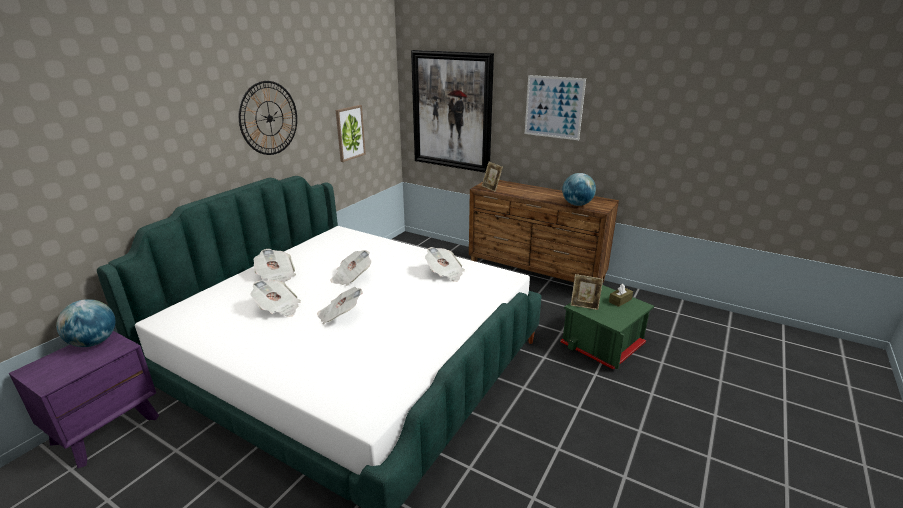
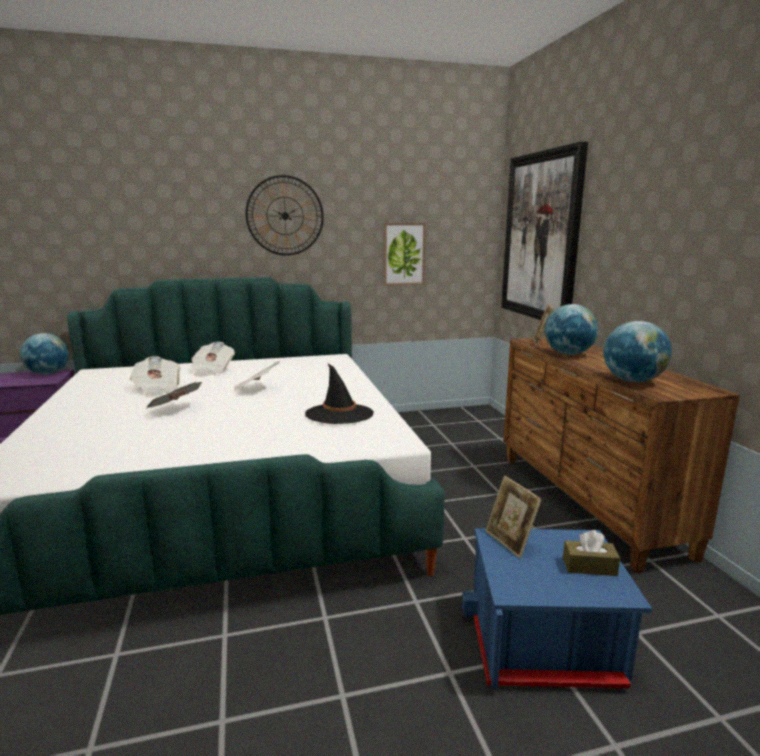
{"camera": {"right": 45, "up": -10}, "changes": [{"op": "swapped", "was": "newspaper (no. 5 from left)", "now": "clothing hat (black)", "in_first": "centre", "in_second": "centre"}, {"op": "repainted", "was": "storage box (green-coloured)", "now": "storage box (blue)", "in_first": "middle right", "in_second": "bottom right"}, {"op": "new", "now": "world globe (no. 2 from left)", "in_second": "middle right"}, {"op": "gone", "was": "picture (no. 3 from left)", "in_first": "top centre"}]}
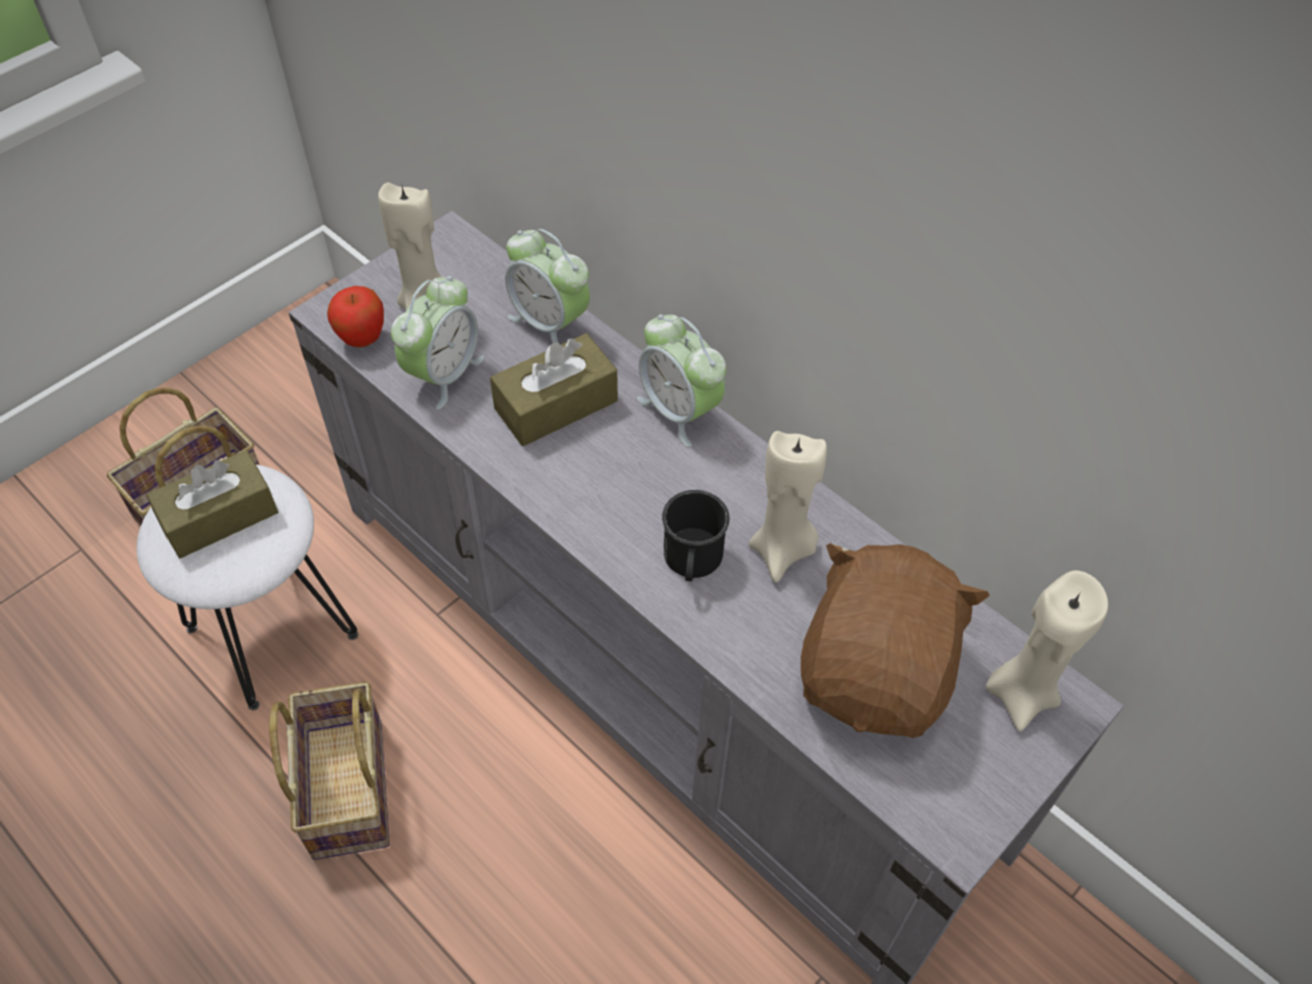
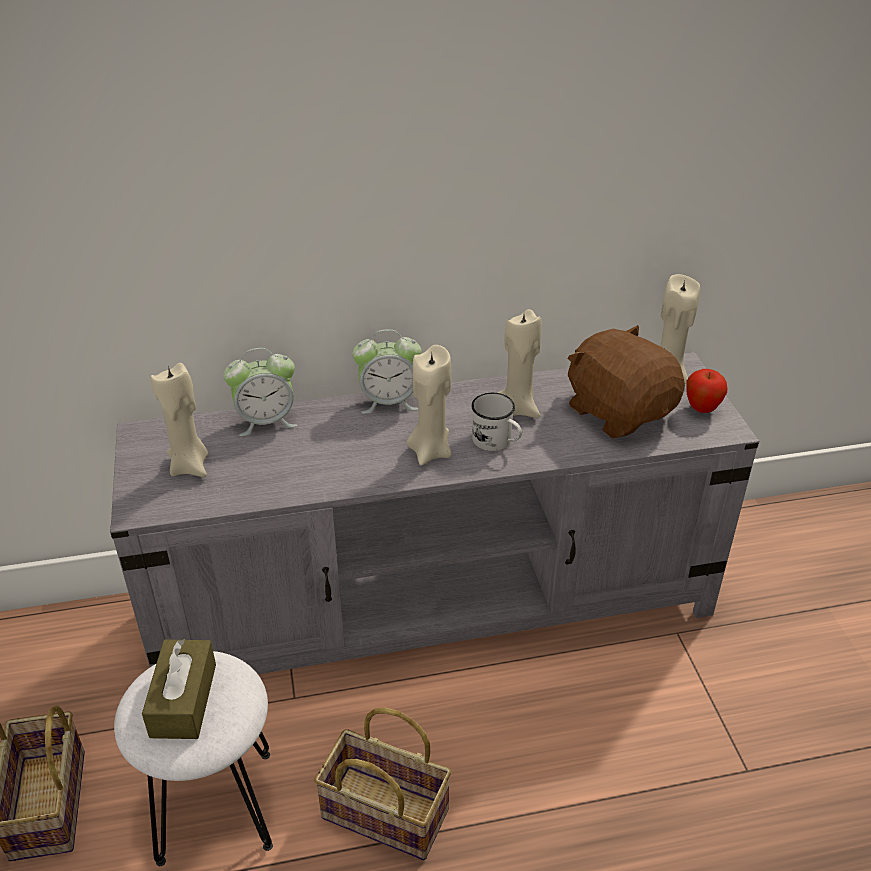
{"camera": {"right": -55, "up": -15}, "changes": [{"op": "new", "now": "candle (beige-coloured) (no. 2 from left)", "in_second": "centre"}, {"op": "repainted", "was": "mug (black)", "now": "mug (whitish)", "in_first": "centre", "in_second": "centre"}, {"op": "shifted", "was": "apple fruit", "in_first": "top left", "in_second": "middle right"}, {"op": "gone", "was": "bedside clock (no. 1 from left)", "in_first": "middle left"}, {"op": "gone", "was": "tissue holder (brownish) (no. 2 from left)", "in_first": "centre"}]}
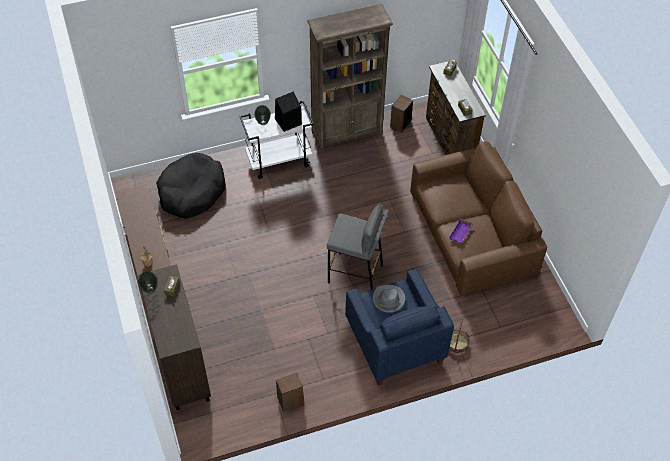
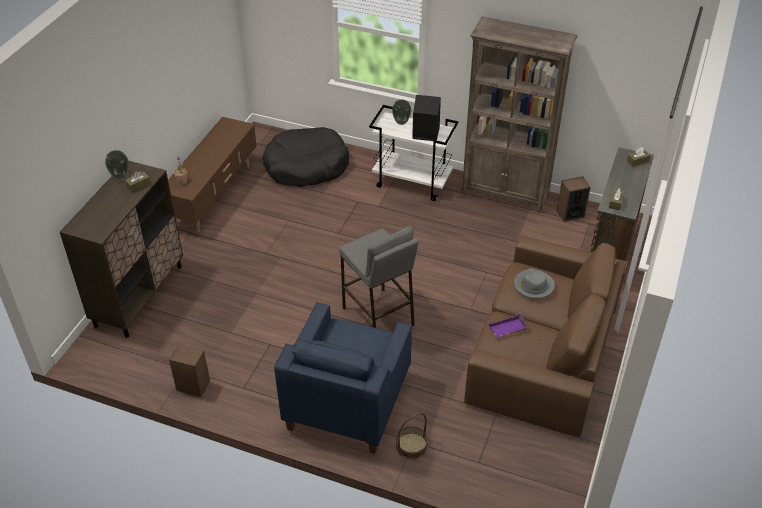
{"camera": {"right": 40, "up": -10}, "changes": [{"op": "shifted", "was": "clothing hat (grey)", "in_first": "centre", "in_second": "middle right"}]}
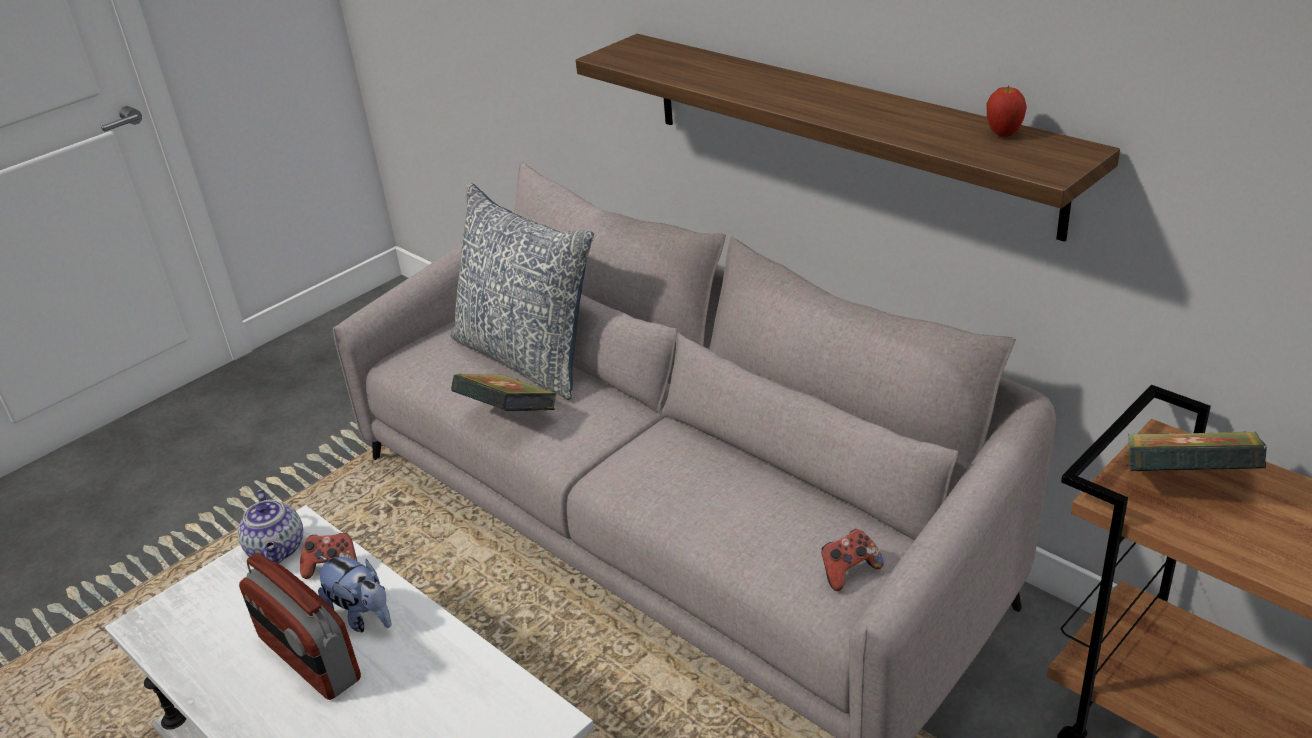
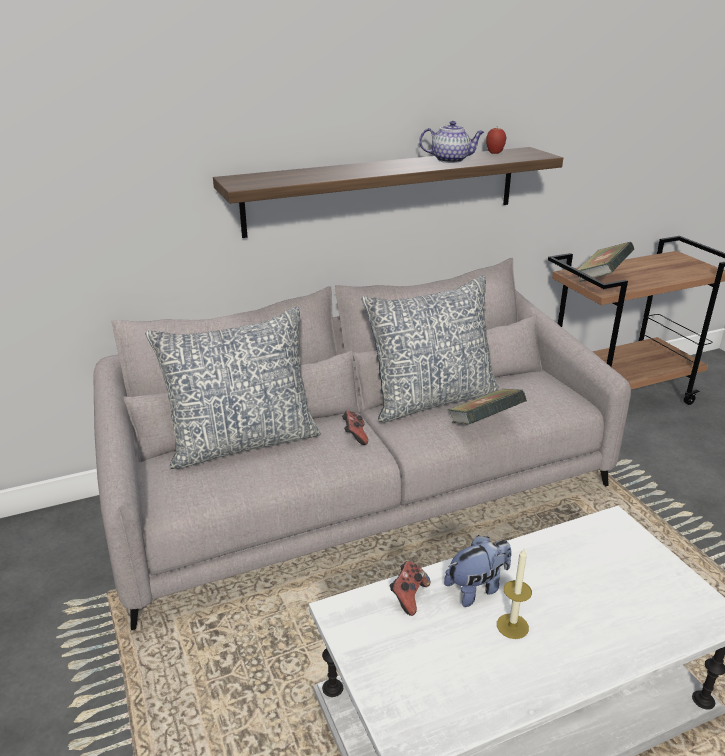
{"camera": {"right": -70, "up": -5}, "changes": [{"op": "shifted", "was": "game controller (no. 2 from left in the first image)", "now": "game controller (no. 1 from left)", "in_first": "bottom centre", "in_second": "centre"}, {"op": "new", "now": "pillow (no. 2 from left)", "in_second": "centre"}, {"op": "shifted", "was": "tea pot", "in_first": "bottom left", "in_second": "top centre"}, {"op": "shifted", "was": "bound book (no. 1 from left)", "in_first": "centre", "in_second": "middle right"}, {"op": "swapped", "was": "radio receiver", "now": "candle", "in_first": "bottom left", "in_second": "bottom right"}]}
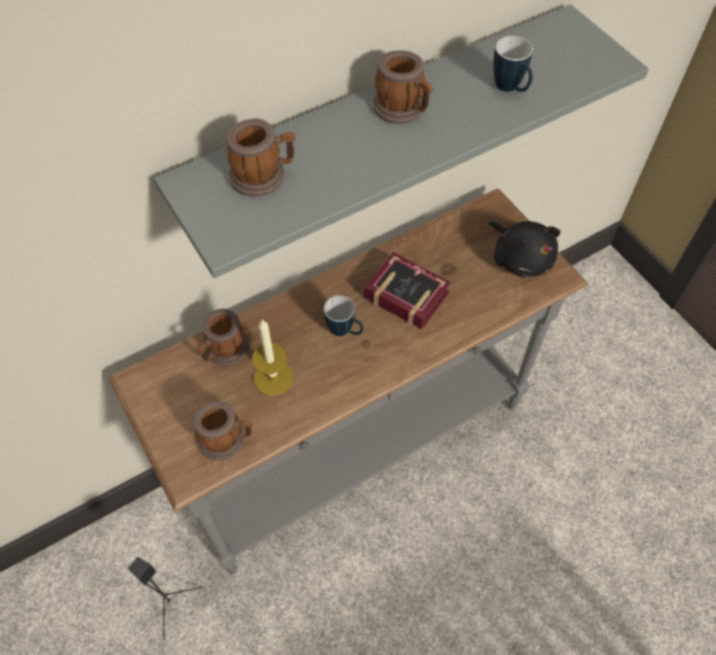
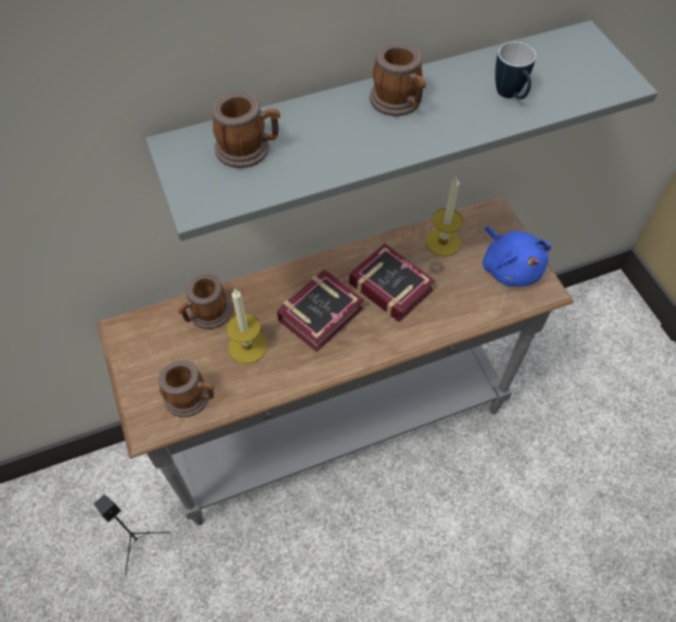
{"camera": {"right": 10, "up": 0}, "changes": [{"op": "swapped", "was": "mug (no. 4 from left)", "now": "bound book (no. 1 from left)", "in_first": "centre", "in_second": "centre"}, {"op": "new", "now": "candle (no. 2 from left)", "in_second": "centre"}, {"op": "repainted", "was": "soft toy (black)", "now": "soft toy (blue)", "in_first": "middle right", "in_second": "middle right"}]}
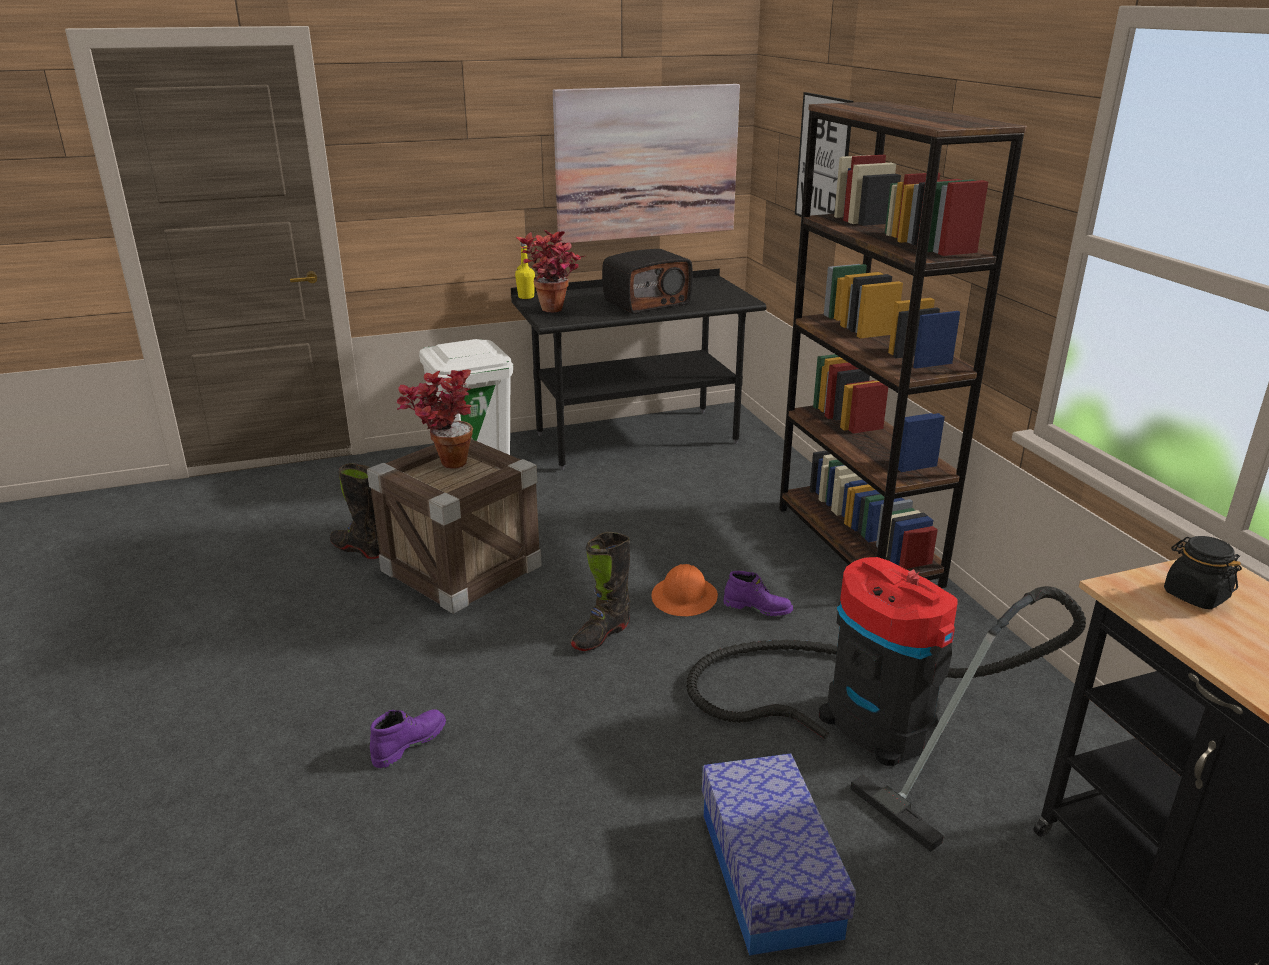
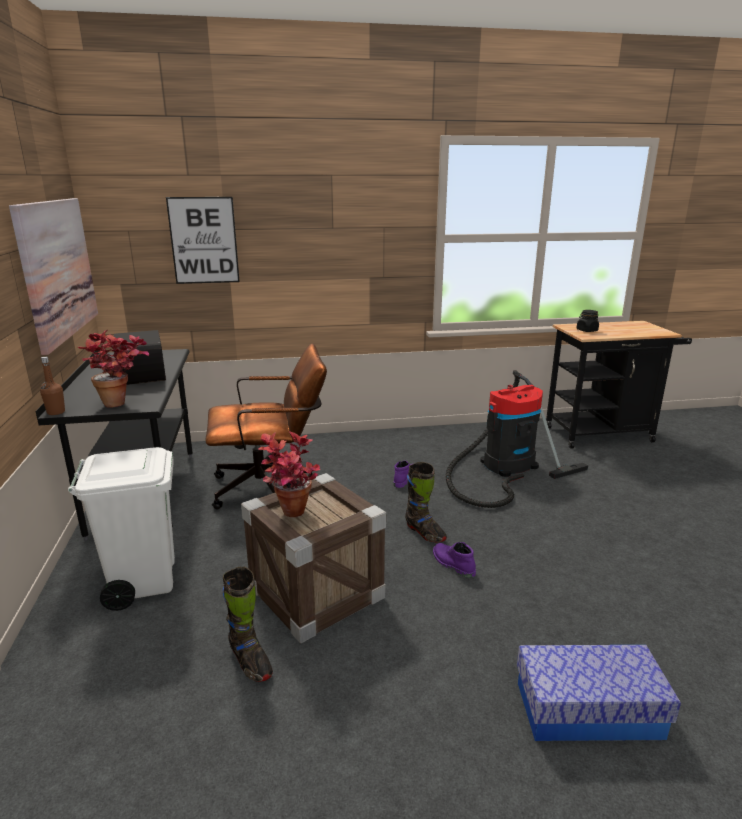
{"camera": {"right": -80, "up": -5}, "changes": [{"op": "repainted", "was": "beverage bottle (yellowish)", "now": "beverage bottle (brownish)", "in_first": "top centre", "in_second": "middle left"}, {"op": "new", "now": "office chair (brownish)", "in_second": "centre"}, {"op": "rotated", "was": "high-top boot (black) (no. 1 from left)", "in_first": "middle left", "in_second": "bottom left", "clockwise": -75}, {"op": "shifted", "was": "high-top boot (purplish) (no. 1 from left in the first image)", "now": "high-top boot (purplish) (no. 2 from left)", "in_first": "bottom left", "in_second": "bottom centre"}, {"op": "shifted", "was": "storage box", "in_first": "bottom centre", "in_second": "bottom right"}, {"op": "gone", "was": "safety helmet (orange-coloured)", "in_first": "centre"}, {"op": "gone", "was": "bookshelf (brownish)", "in_first": "middle right"}]}
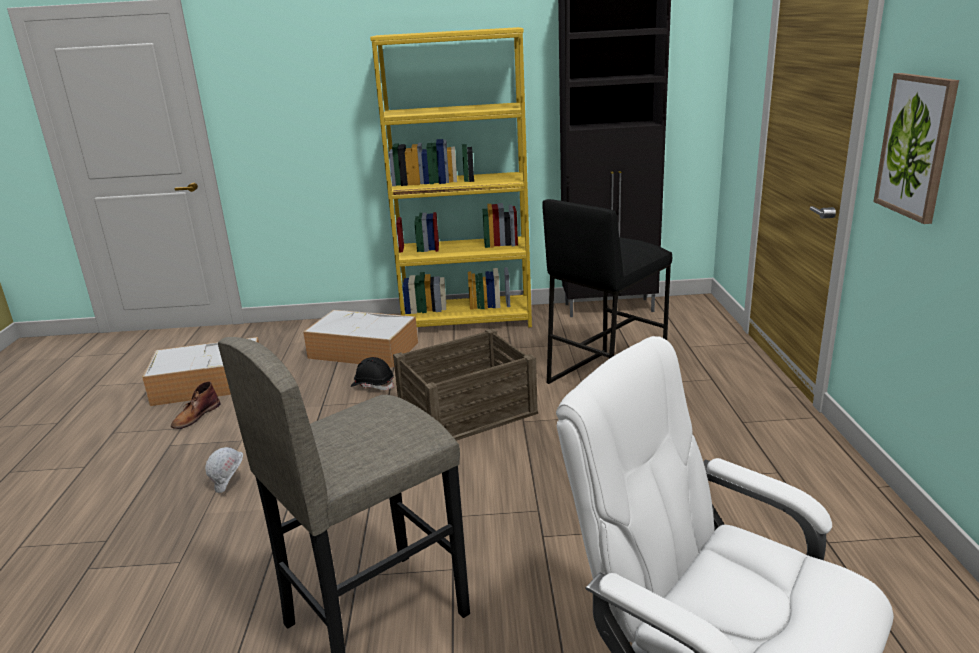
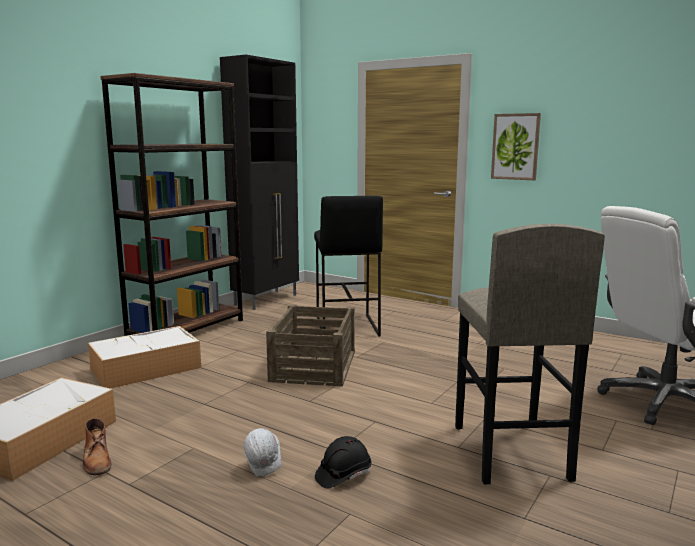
{"camera": {"right": -55, "up": -10}, "changes": [{"op": "repainted", "was": "bookshelf (yellowish)", "now": "bookshelf (brownish)", "in_first": "top centre", "in_second": "middle left"}, {"op": "shifted", "was": "safety helmet (black)", "in_first": "centre", "in_second": "bottom centre"}]}
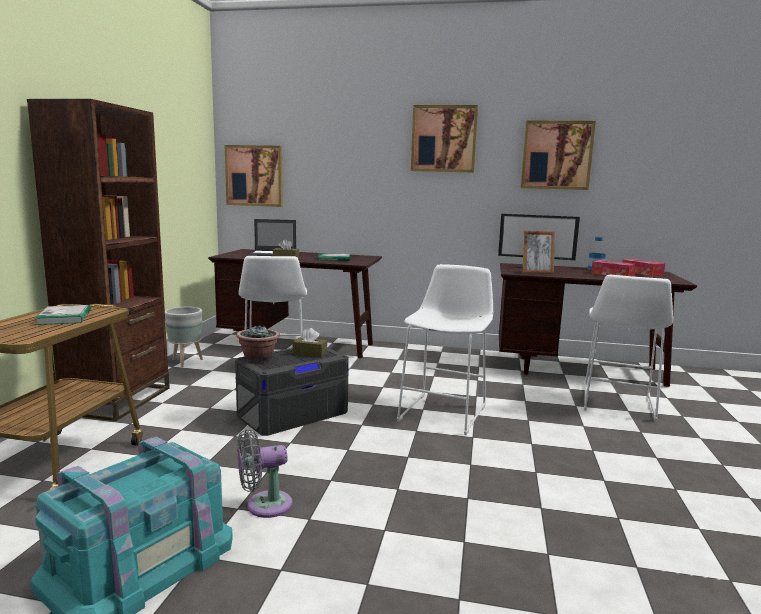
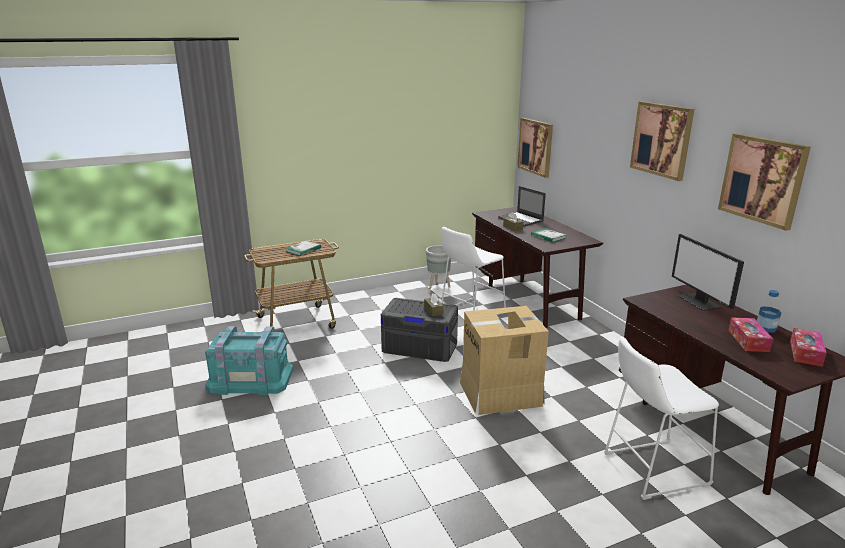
{"camera": {"right": 55, "up": 10}, "changes": [{"op": "swapped", "was": "stool seat (whitish) (no. 2 from left)", "now": "packing box", "in_first": "centre", "in_second": "centre"}, {"op": "gone", "was": "bookshelf (brownish)", "in_first": "middle left"}, {"op": "gone", "was": "plant in a pot", "in_first": "centre"}, {"op": "gone", "was": "electric fan (grey)", "in_first": "bottom centre"}, {"op": "gone", "was": "standing frame", "in_first": "middle right"}]}
